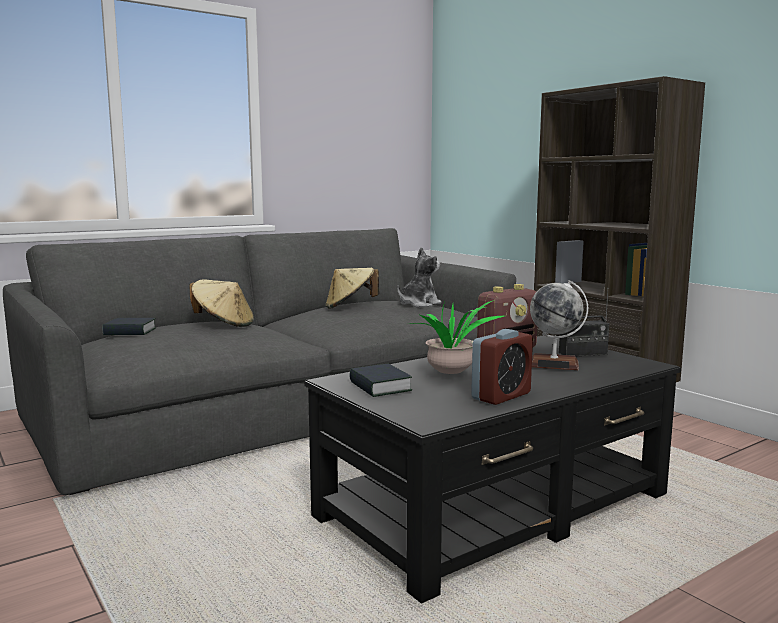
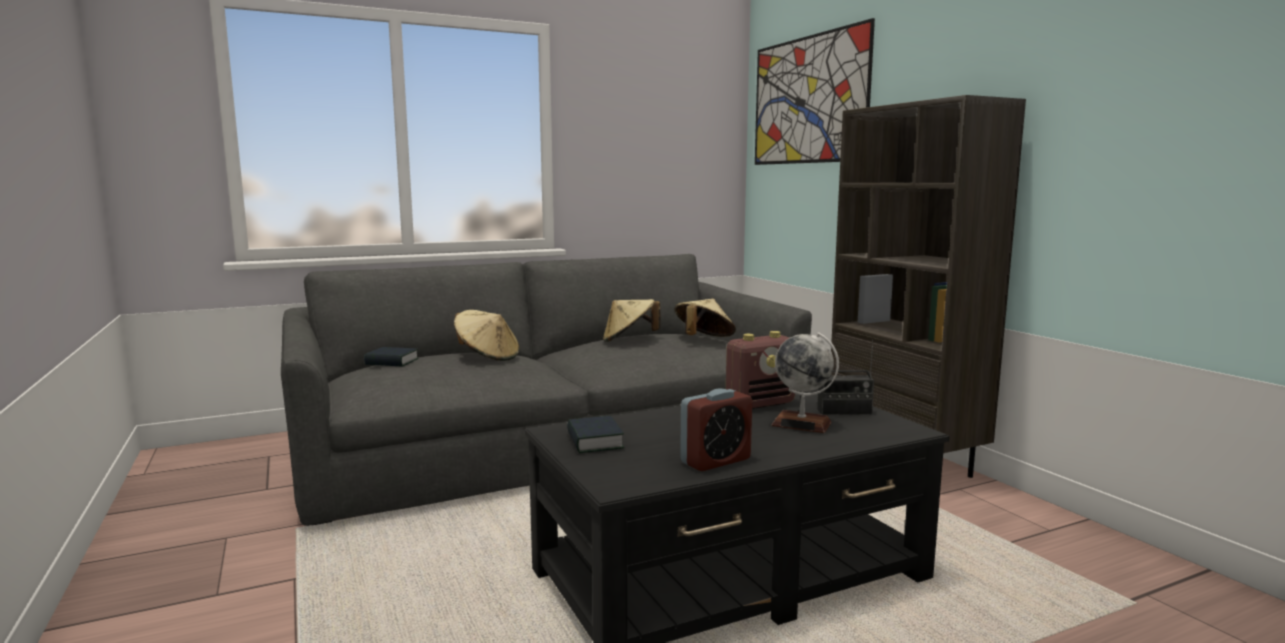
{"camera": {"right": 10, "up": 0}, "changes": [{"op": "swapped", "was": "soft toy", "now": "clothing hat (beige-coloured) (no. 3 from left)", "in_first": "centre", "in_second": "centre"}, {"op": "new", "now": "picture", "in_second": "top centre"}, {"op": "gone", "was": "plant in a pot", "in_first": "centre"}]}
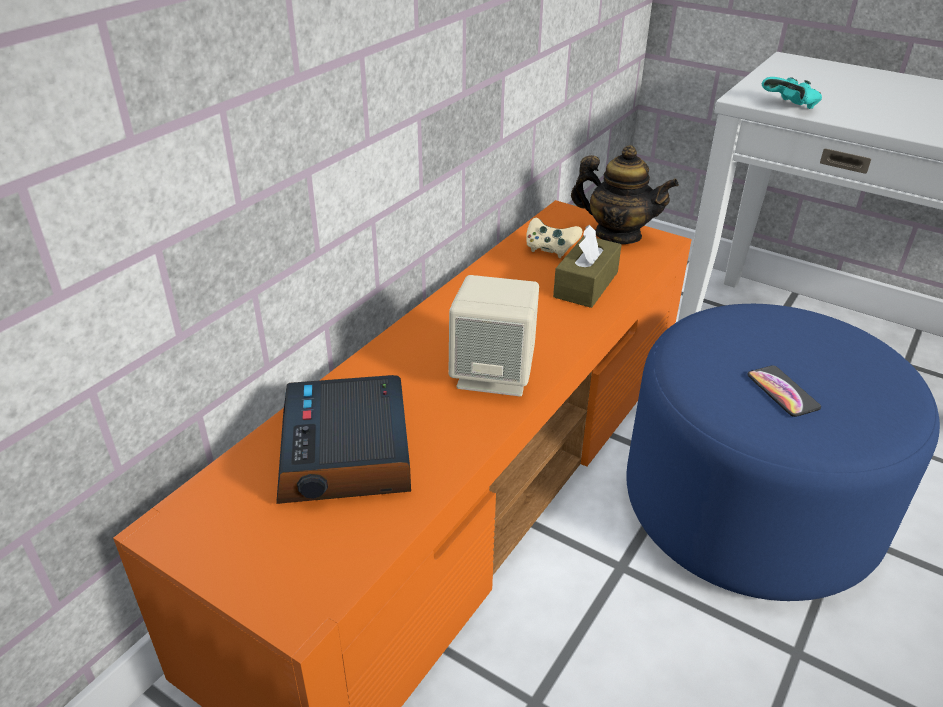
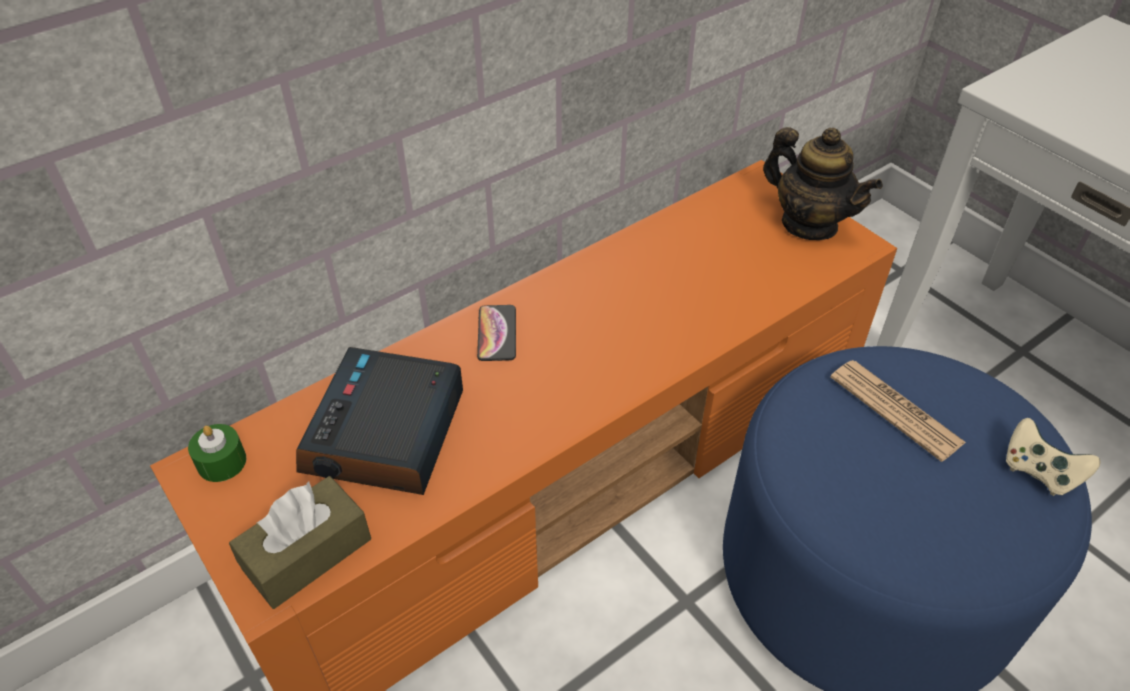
{"camera": {"right": 20, "up": 10}, "changes": [{"op": "new", "now": "candle (green-coloured)", "in_second": "middle left"}, {"op": "shifted", "was": "tissue holder (brownish)", "in_first": "centre", "in_second": "bottom left"}, {"op": "shifted", "was": "handset", "in_first": "middle right", "in_second": "centre"}, {"op": "new", "now": "newspaper", "in_second": "middle right"}, {"op": "shifted", "was": "game controller (beige-coloured)", "in_first": "centre", "in_second": "middle right"}, {"op": "gone", "was": "loudspeaker (beige-coloured)", "in_first": "centre"}, {"op": "gone", "was": "game controller (blue-green)", "in_first": "top right"}]}
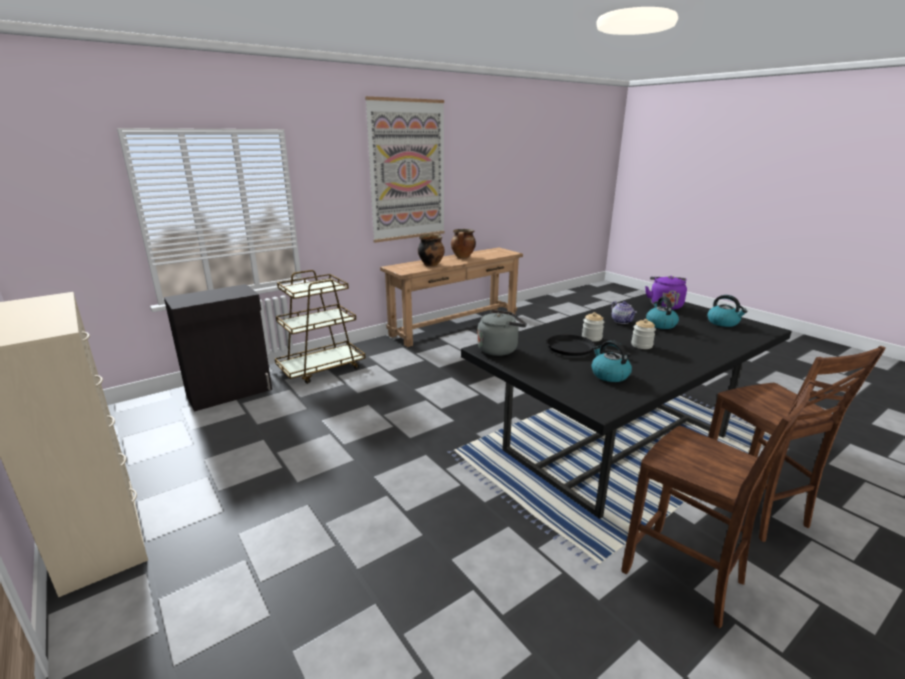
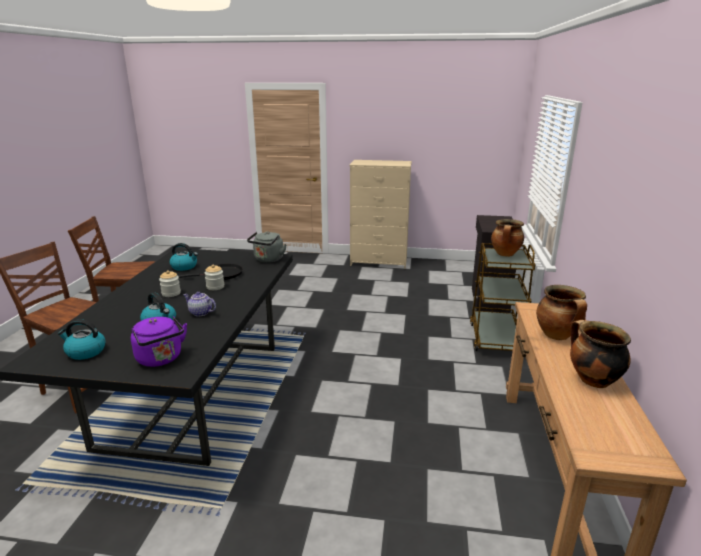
{"camera": {"right": 135, "up": 0}, "changes": [{"op": "new", "now": "stockpot (no. 1 from left)", "in_second": "middle right"}, {"op": "gone", "was": "picture", "in_first": "top centre"}]}
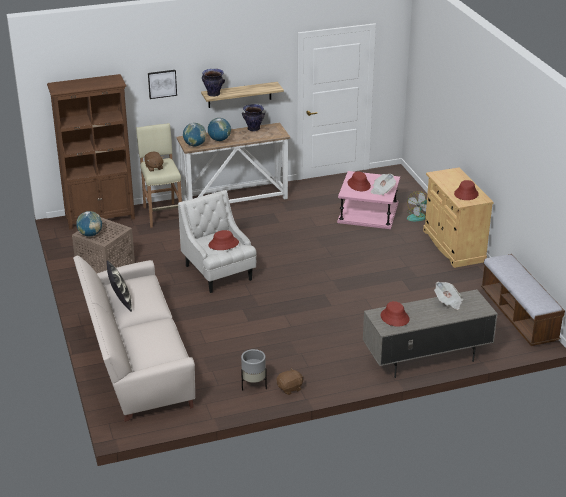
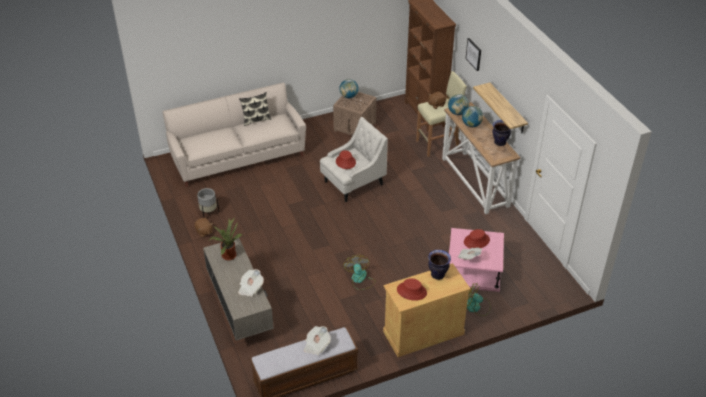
{"camera": {"right": 85, "up": 10}, "changes": [{"op": "swapped", "was": "clothing hat (red-coloured) (no. 3 from left)", "now": "plant in a pot", "in_first": "middle right", "in_second": "middle left"}, {"op": "new", "now": "newspaper (no. 2 from left)", "in_second": "bottom centre"}, {"op": "new", "now": "electric fan (no. 1 from left)", "in_second": "bottom centre"}, {"op": "shifted", "was": "flower vase (no. 1 from left)", "in_first": "top centre", "in_second": "bottom centre"}]}
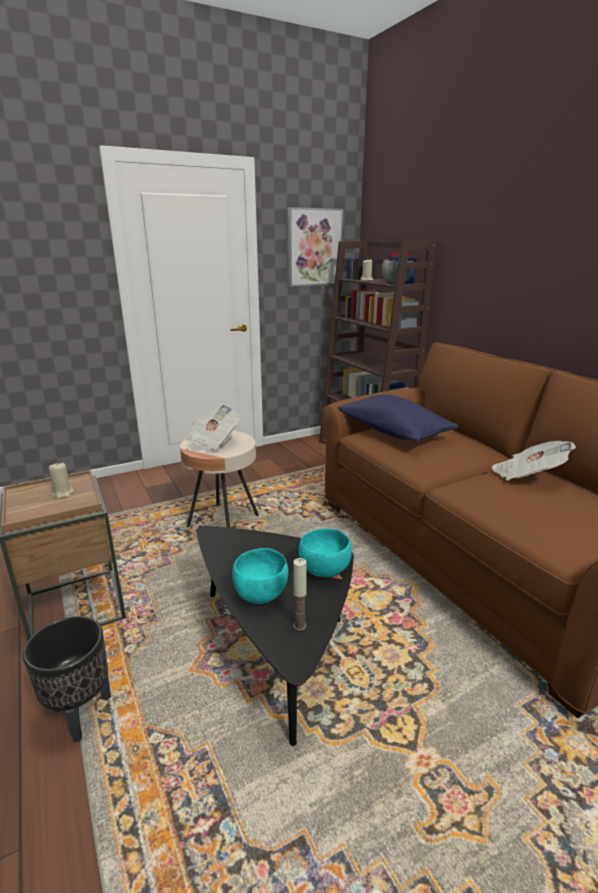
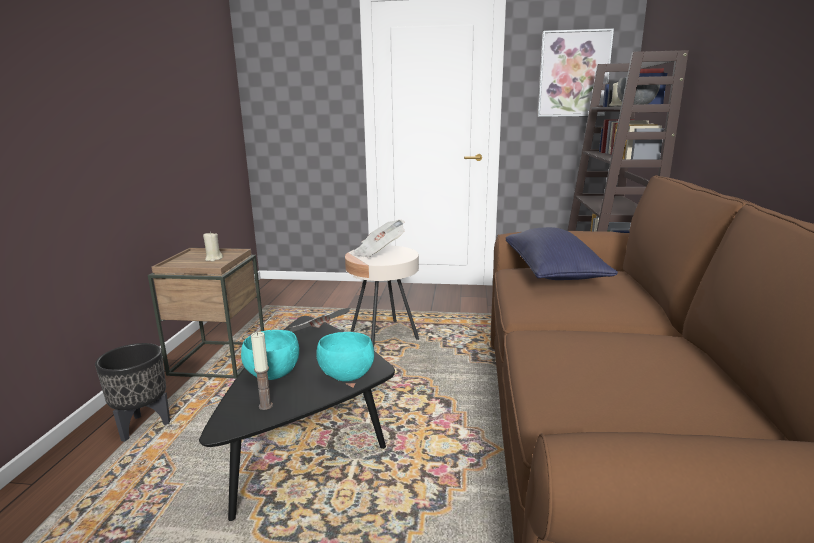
{"camera": {"right": 35, "up": -5}, "changes": [{"op": "shifted", "was": "newspaper (no. 2 from left in the first image)", "now": "newspaper (no. 1 from left)", "in_first": "middle right", "in_second": "centre"}]}
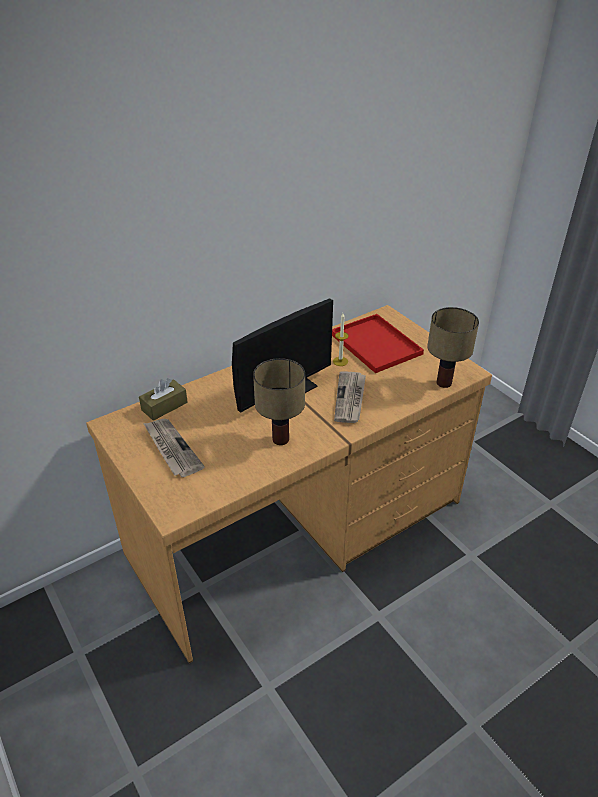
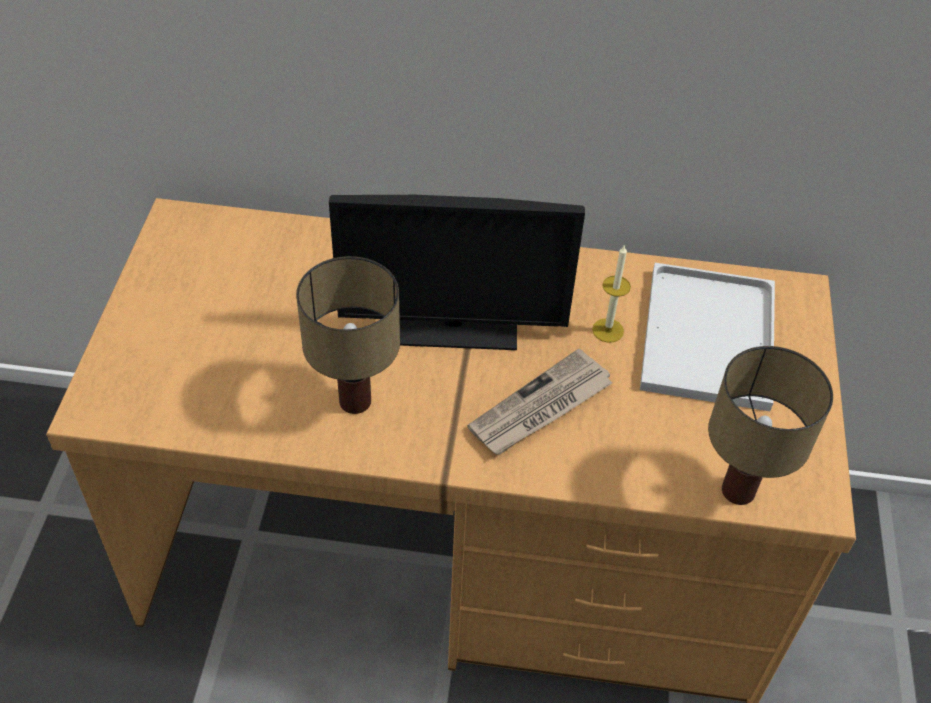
{"camera": {"right": 40, "up": 10}, "changes": [{"op": "repainted", "was": "carrying tray (red-coloured)", "now": "carrying tray (whitish)", "in_first": "centre", "in_second": "middle right"}, {"op": "gone", "was": "tissue holder (brownish)", "in_first": "middle left"}, {"op": "gone", "was": "newspaper (no. 1 from left)", "in_first": "middle left"}]}
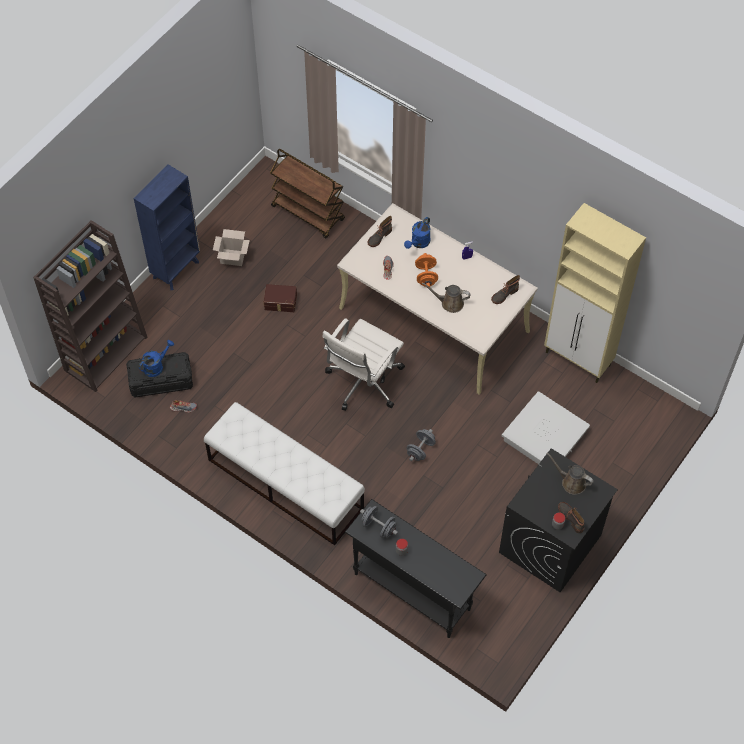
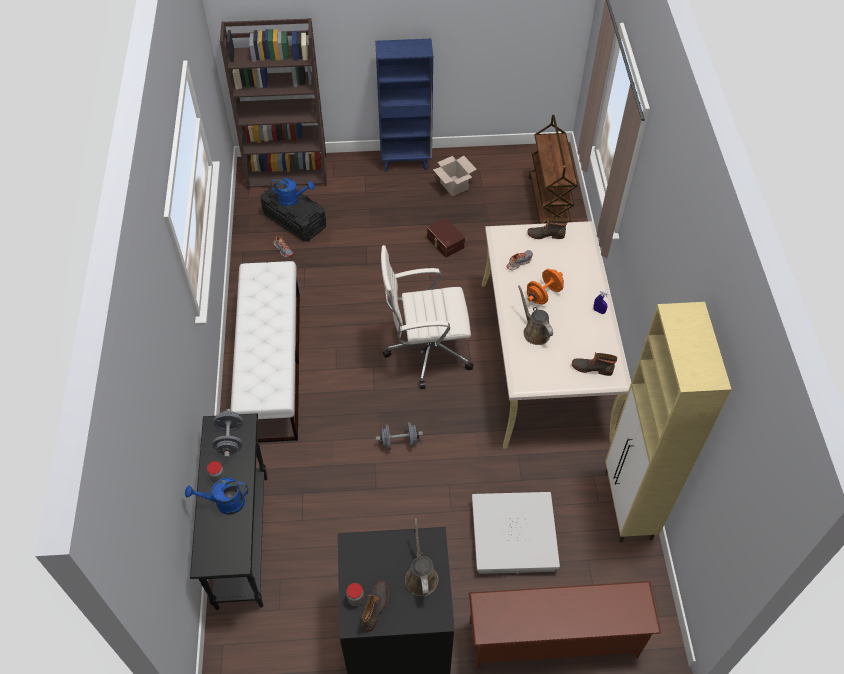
{"camera": {"right": 50, "up": -5}, "changes": [{"op": "shifted", "was": "sprinkling can (blue) (no. 2 from left in the first image)", "now": "sprinkling can (blue) (no. 1 from left)", "in_first": "top centre", "in_second": "bottom left"}, {"op": "new", "now": "shoe rack (brownish)", "in_second": "bottom right"}]}
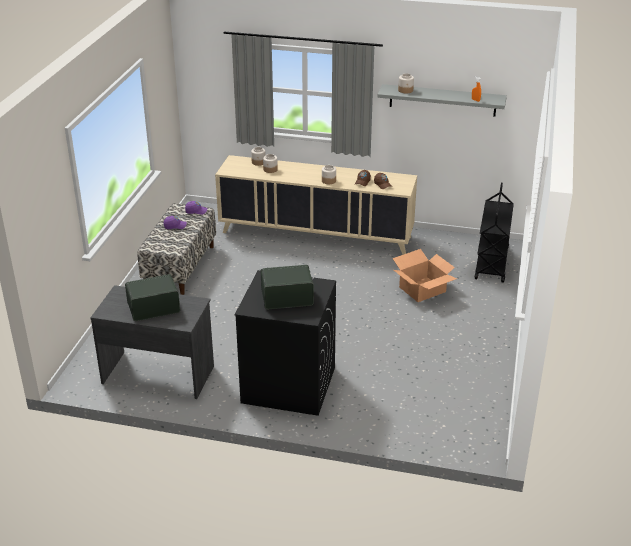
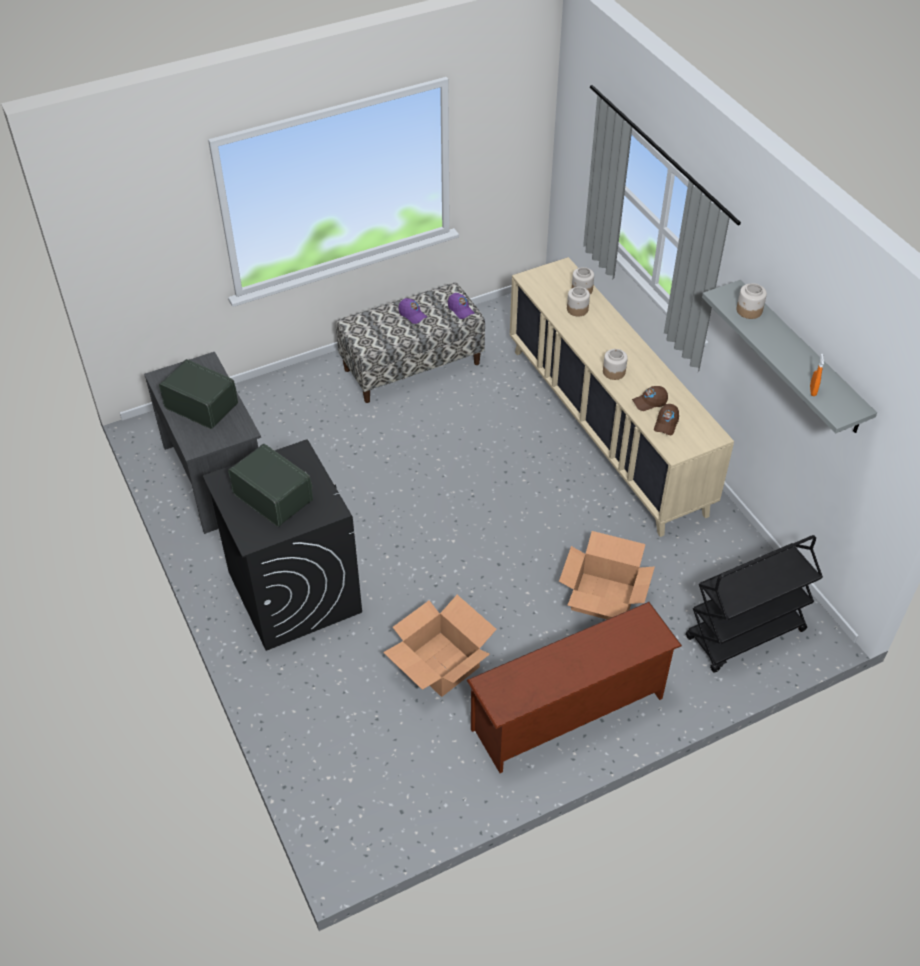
{"camera": {"right": 50, "up": 15}, "changes": [{"op": "new", "now": "packing box (no. 1 from left)", "in_second": "bottom centre"}, {"op": "new", "now": "shoe rack (brownish)", "in_second": "bottom centre"}]}
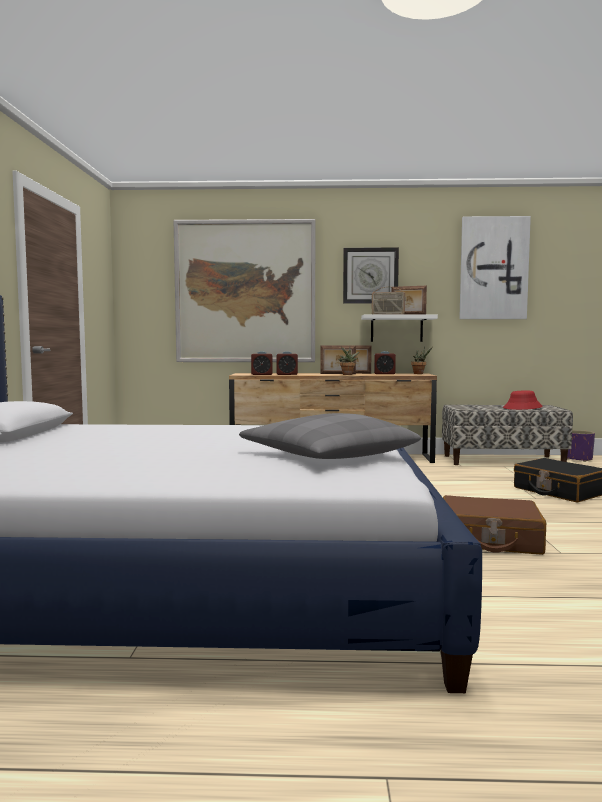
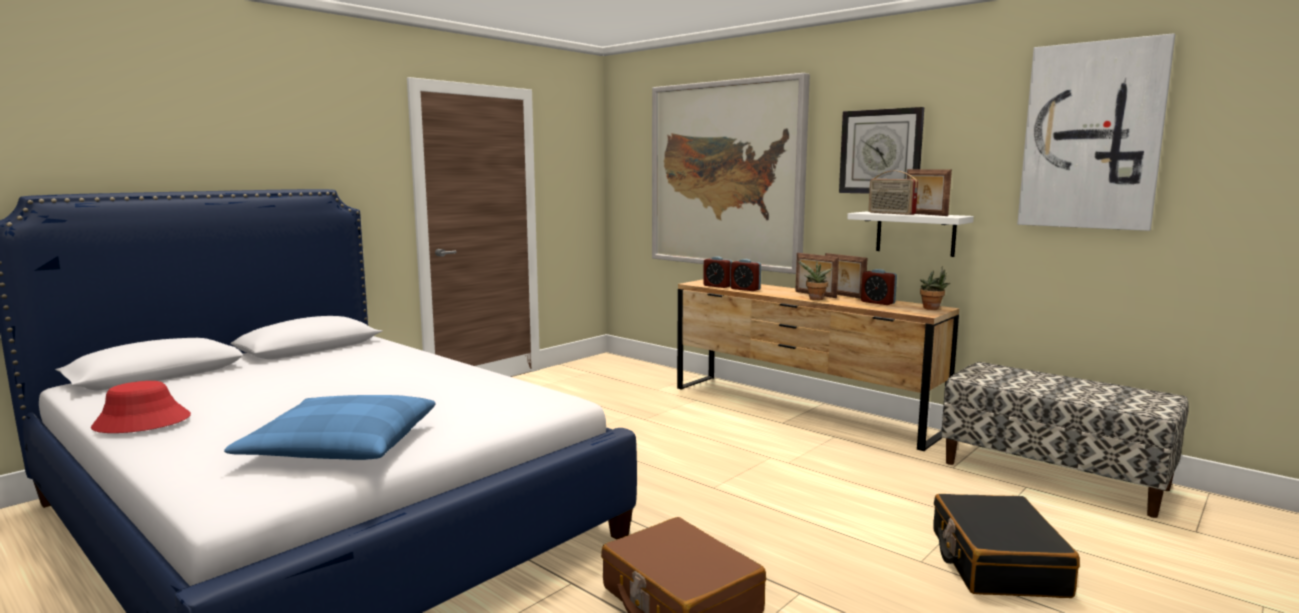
{"camera": {"right": 40, "up": 5}, "changes": [{"op": "shifted", "was": "clothing hat (red-coloured)", "in_first": "middle right", "in_second": "middle left"}, {"op": "repainted", "was": "pillow (grey)", "now": "pillow (blue)", "in_first": "centre", "in_second": "bottom left"}, {"op": "gone", "was": "planter (purplish)", "in_first": "middle right"}]}
